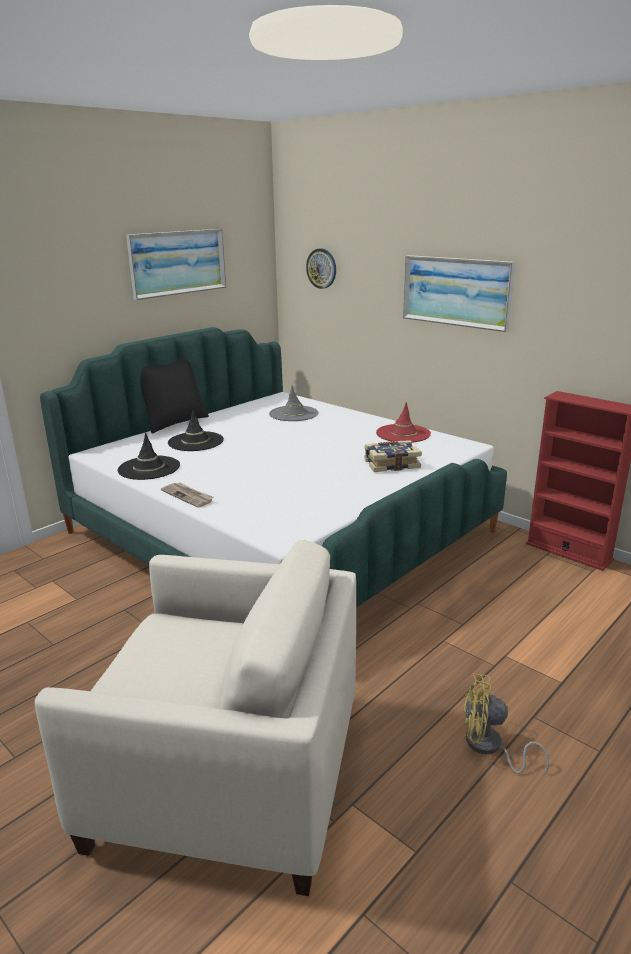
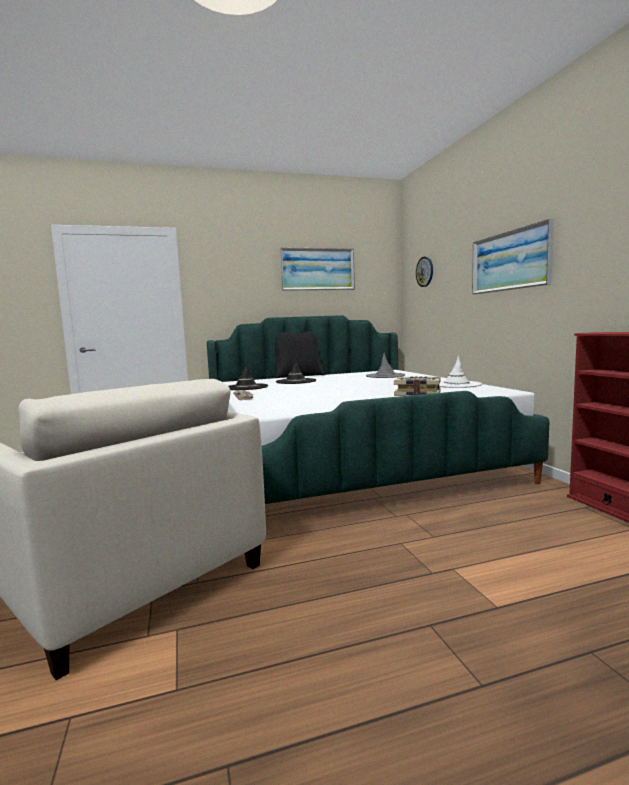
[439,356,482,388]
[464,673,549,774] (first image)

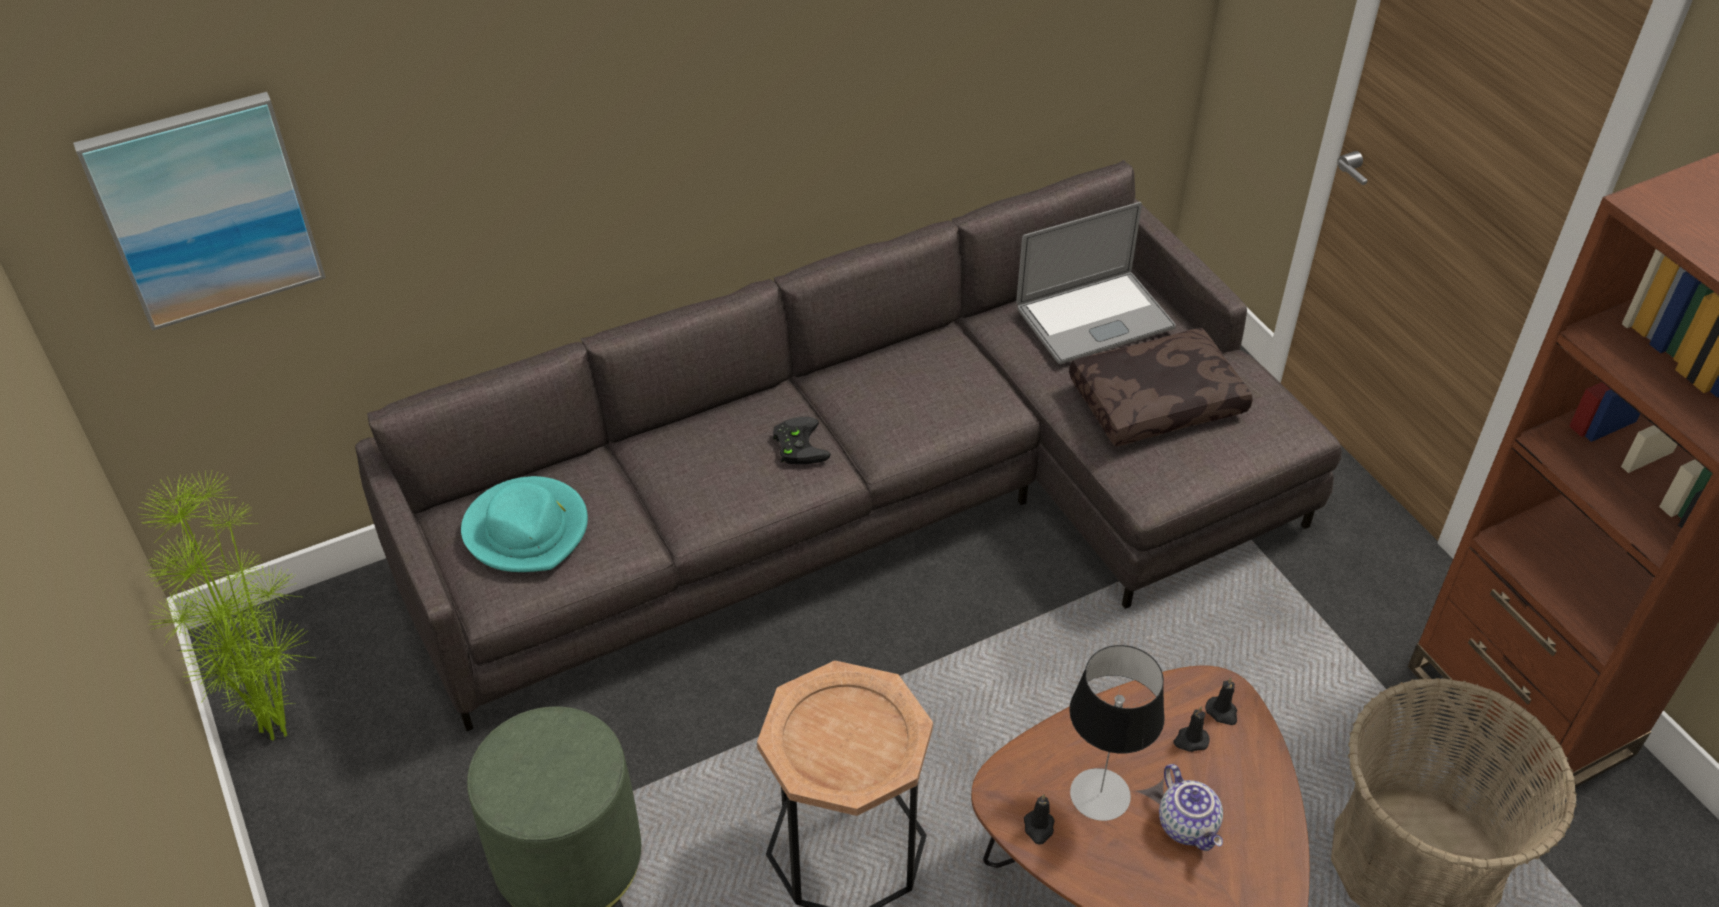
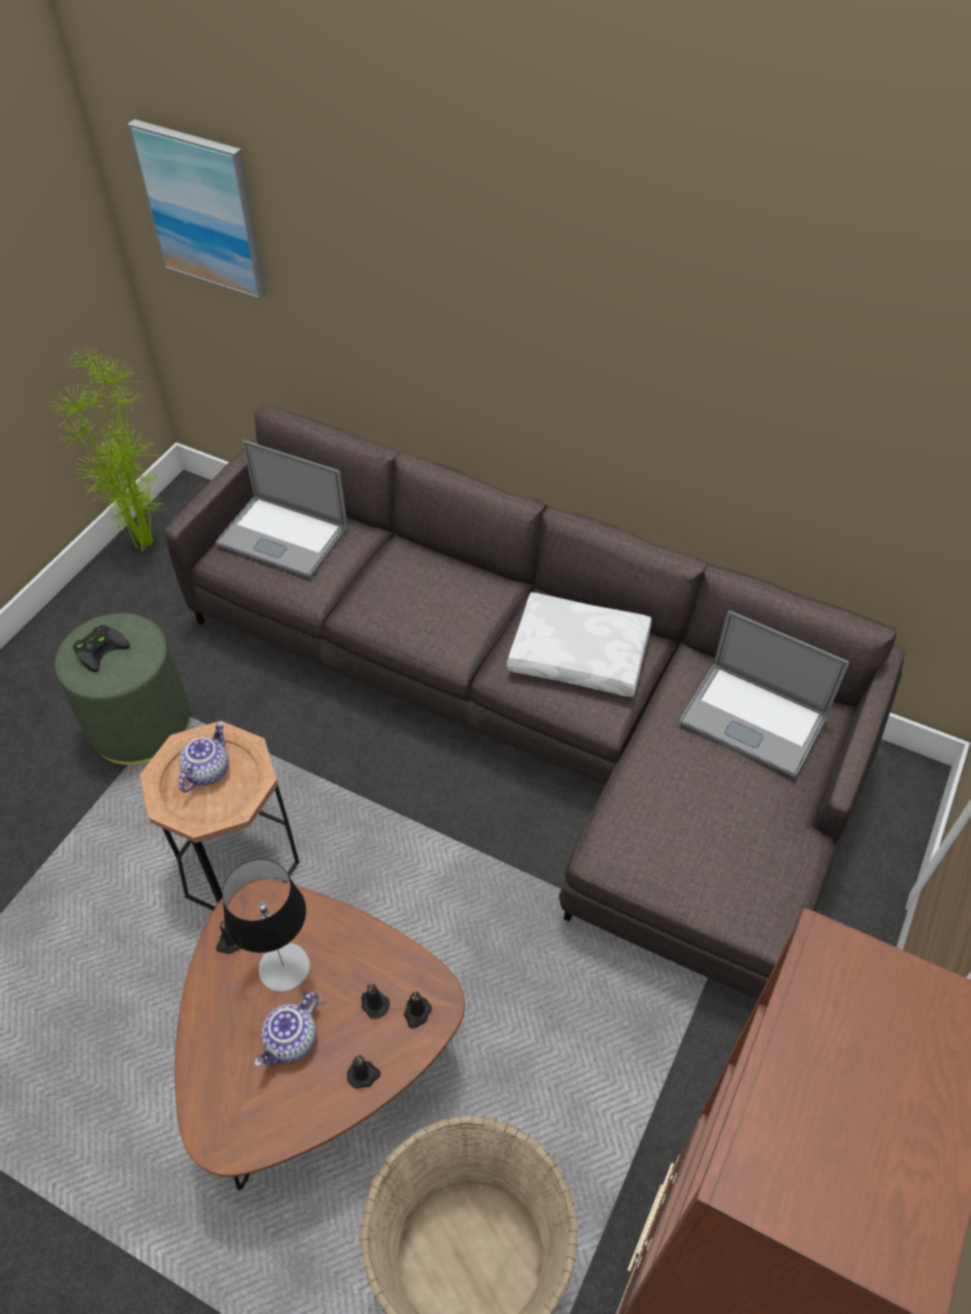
[215,440,347,578]
[73,625,130,672]
[1069,328,1253,446] (first image)
[179,722,229,792]
[347,1055,381,1089]
[507,592,652,697]

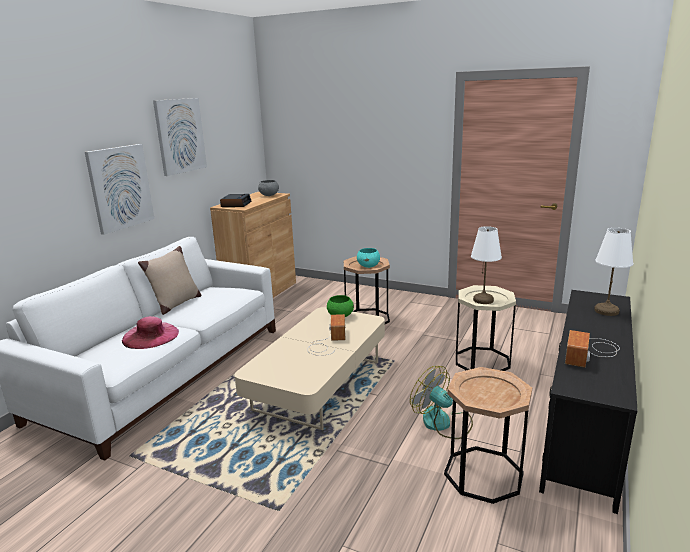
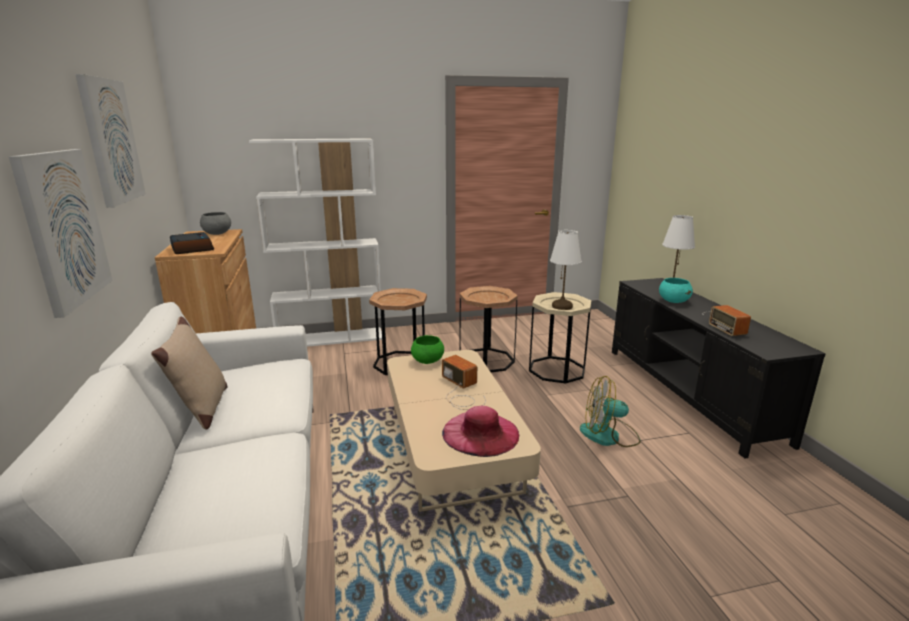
[442,406,519,457]
[659,278,693,303]
[459,286,518,372]
[249,138,382,347]

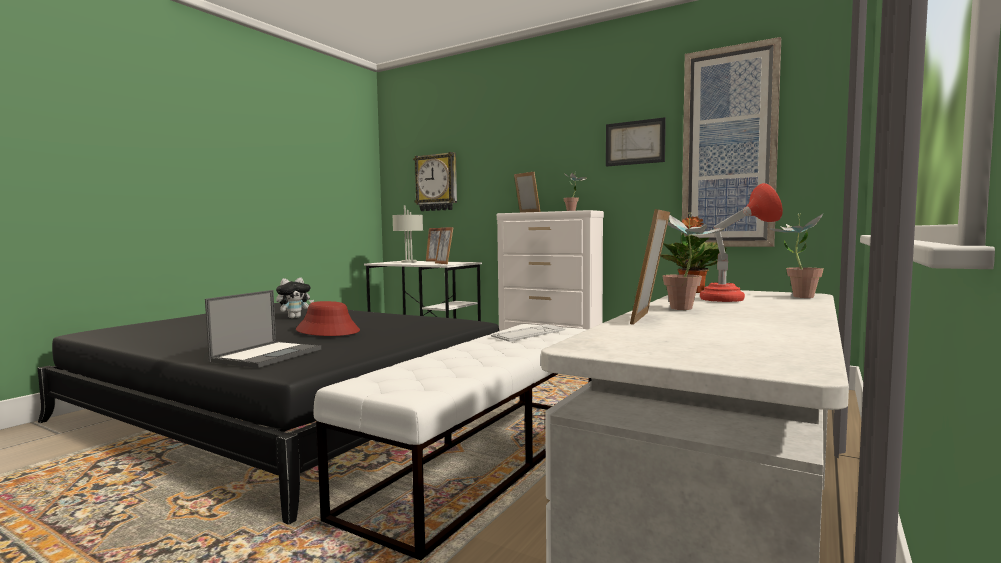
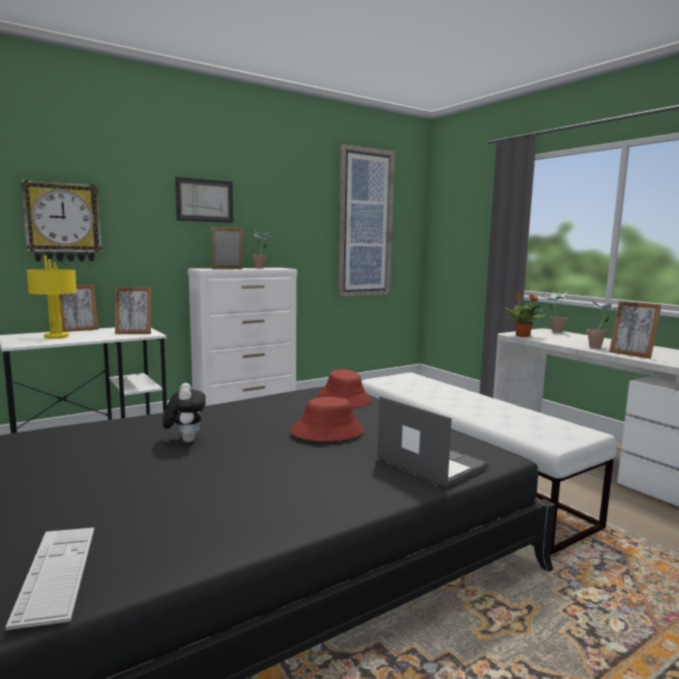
[26,256,77,339]
[6,528,94,630]
[175,177,233,223]
[700,183,783,302] (first image)
[319,369,371,408]

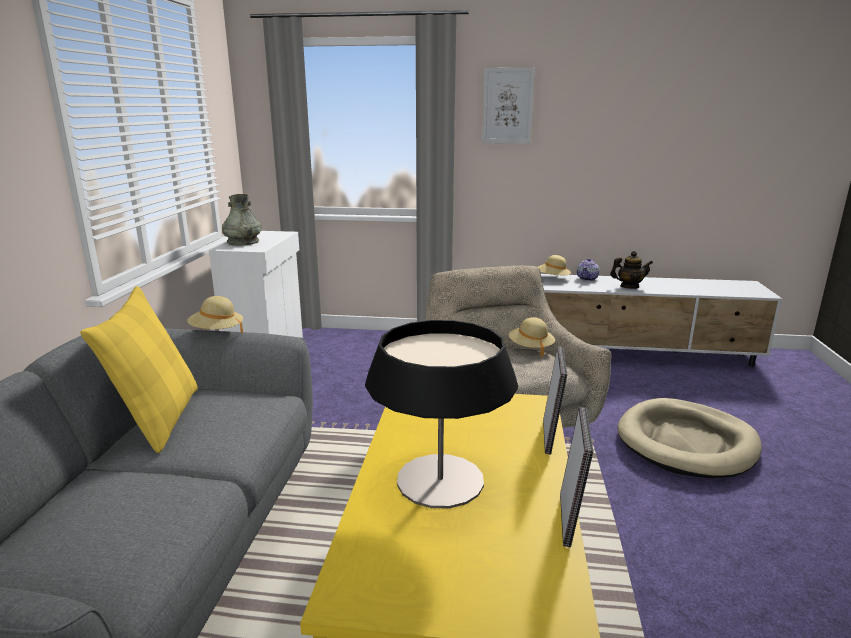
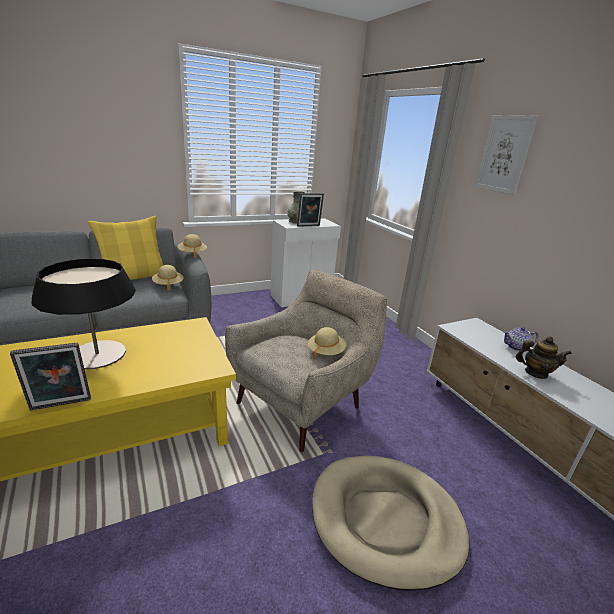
[152,265,184,291]
[297,193,324,227]
[516,337,572,379]

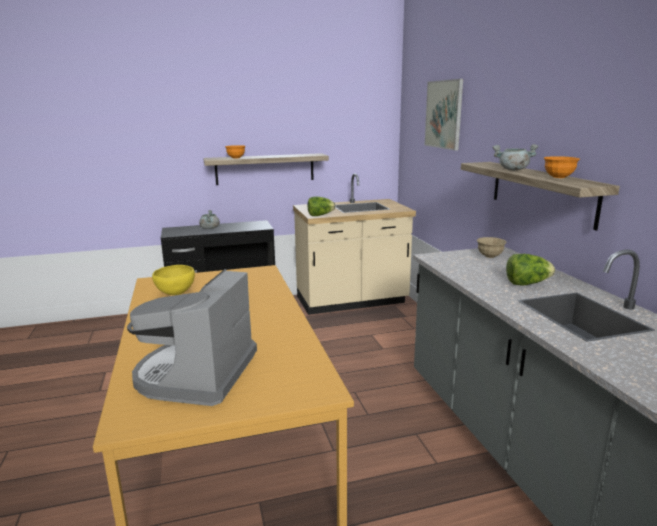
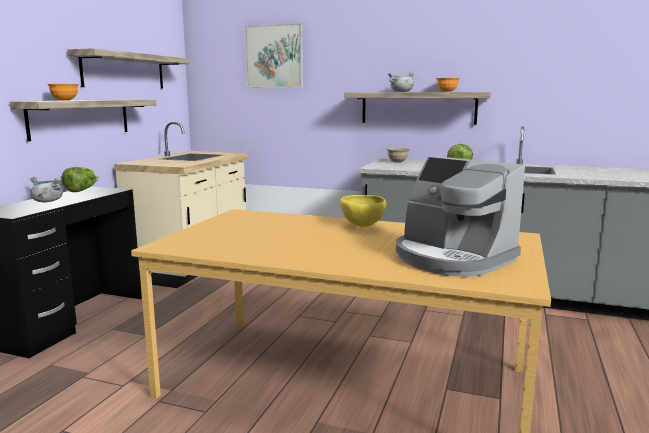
[340,195,386,227]
[62,167,98,192]
[67,48,190,88]

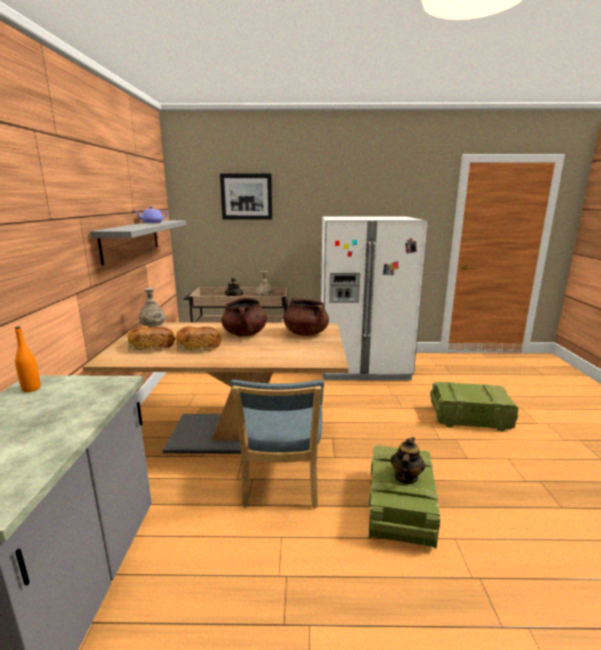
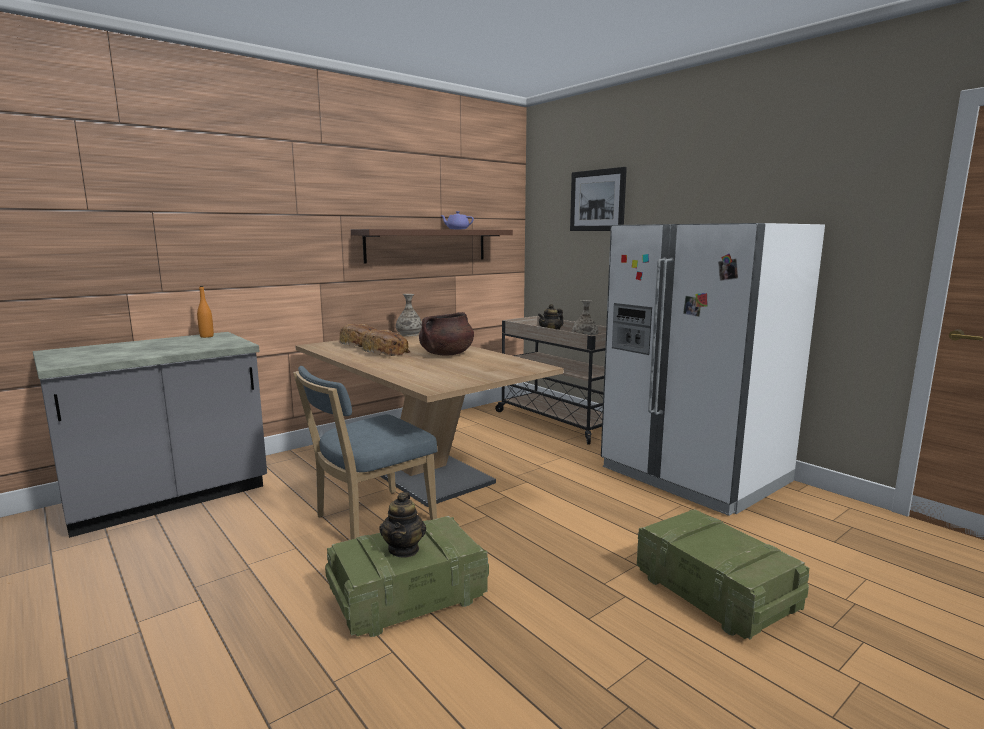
[351,229,513,264]
[283,297,329,336] (first image)
[379,492,426,558]

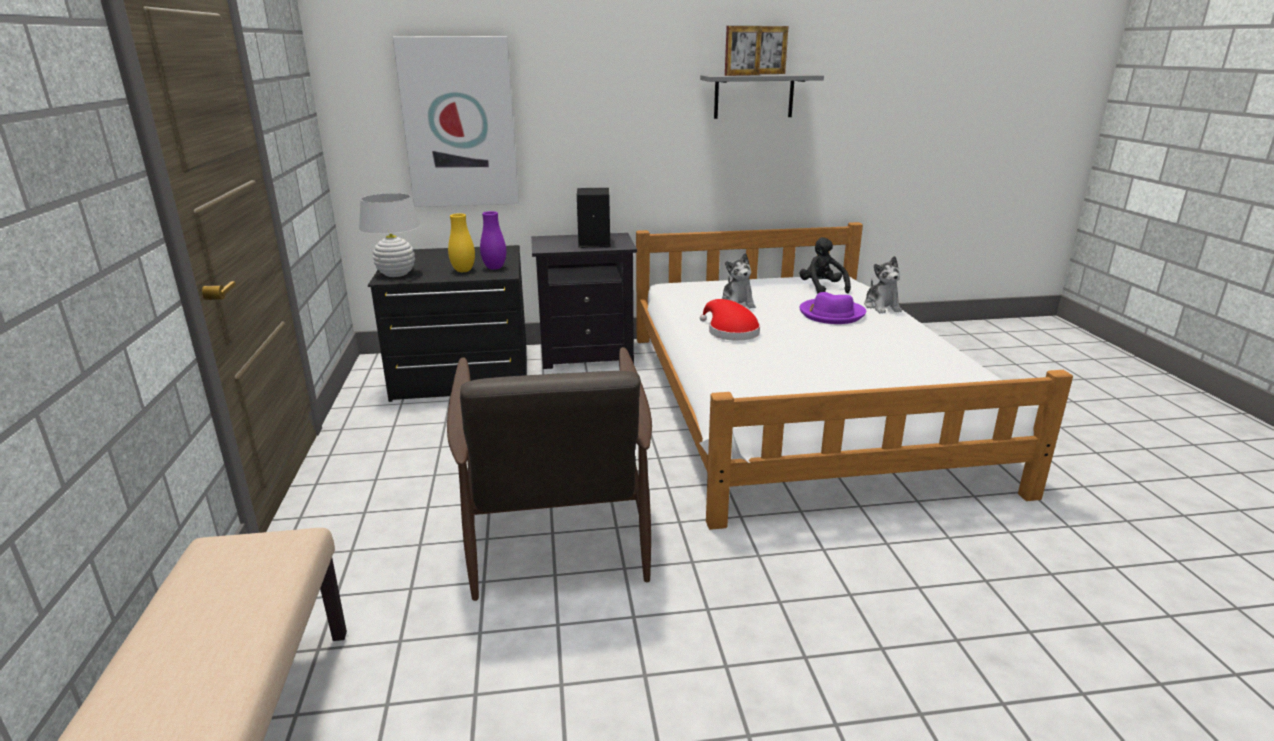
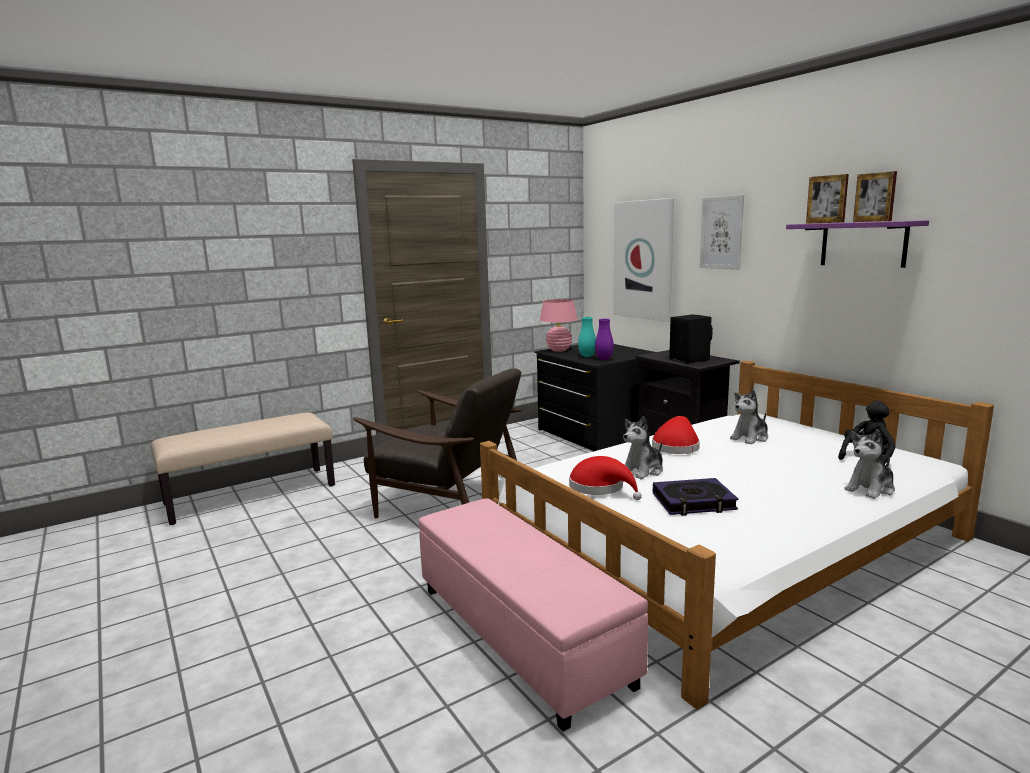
[540,299,578,352]
[353,368,522,518]
[578,317,596,357]
[786,220,929,268]
[800,292,866,324] (first image)
[418,498,648,732]
[569,456,642,500]
[623,416,663,479]
[653,478,738,516]
[700,195,744,269]

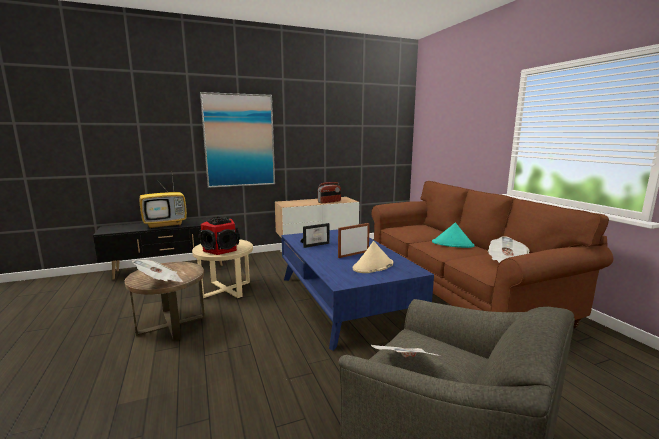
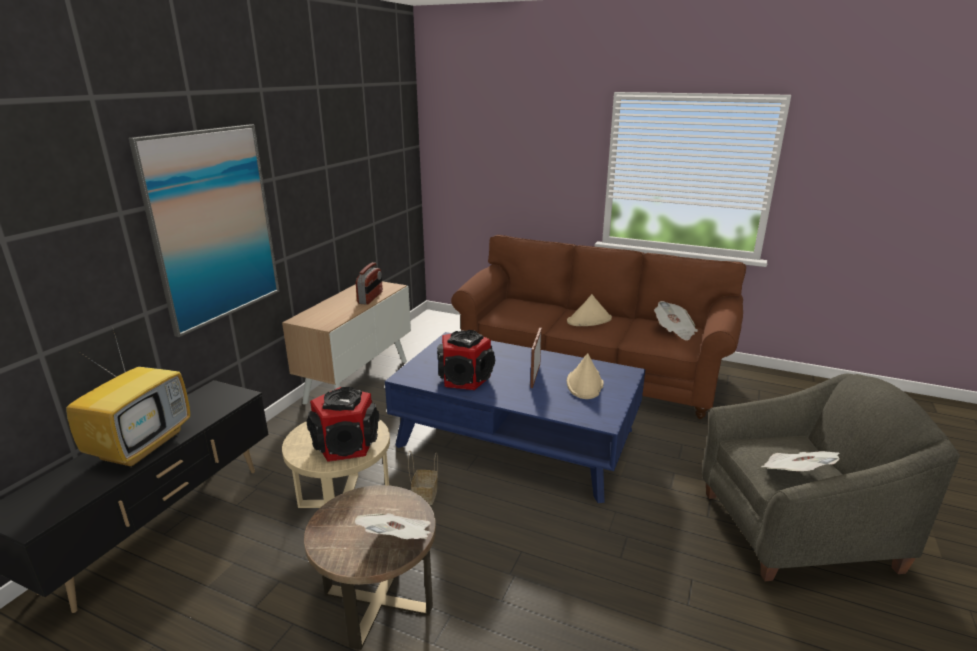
[437,330,495,390]
[567,294,612,326]
[408,451,438,505]

